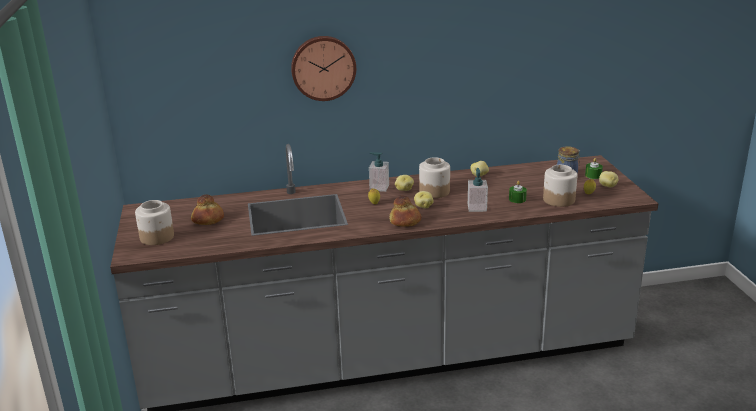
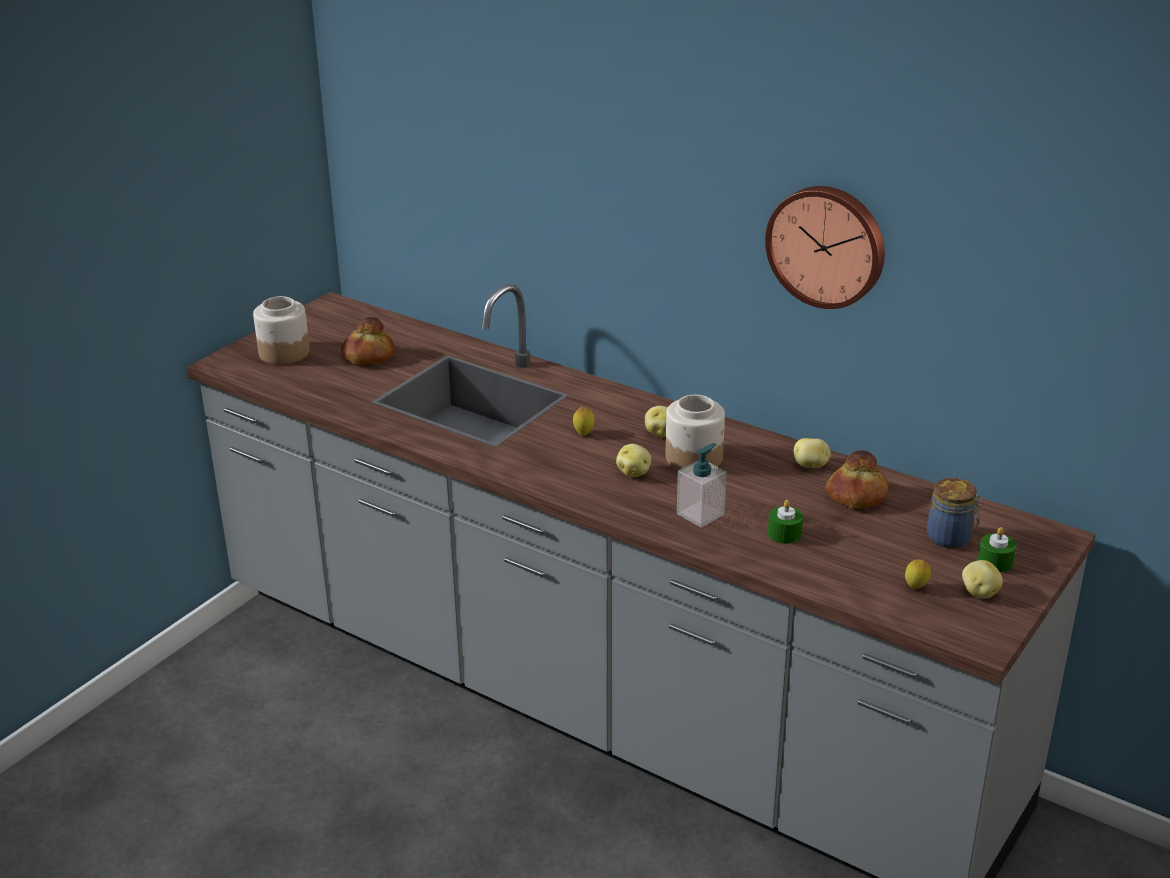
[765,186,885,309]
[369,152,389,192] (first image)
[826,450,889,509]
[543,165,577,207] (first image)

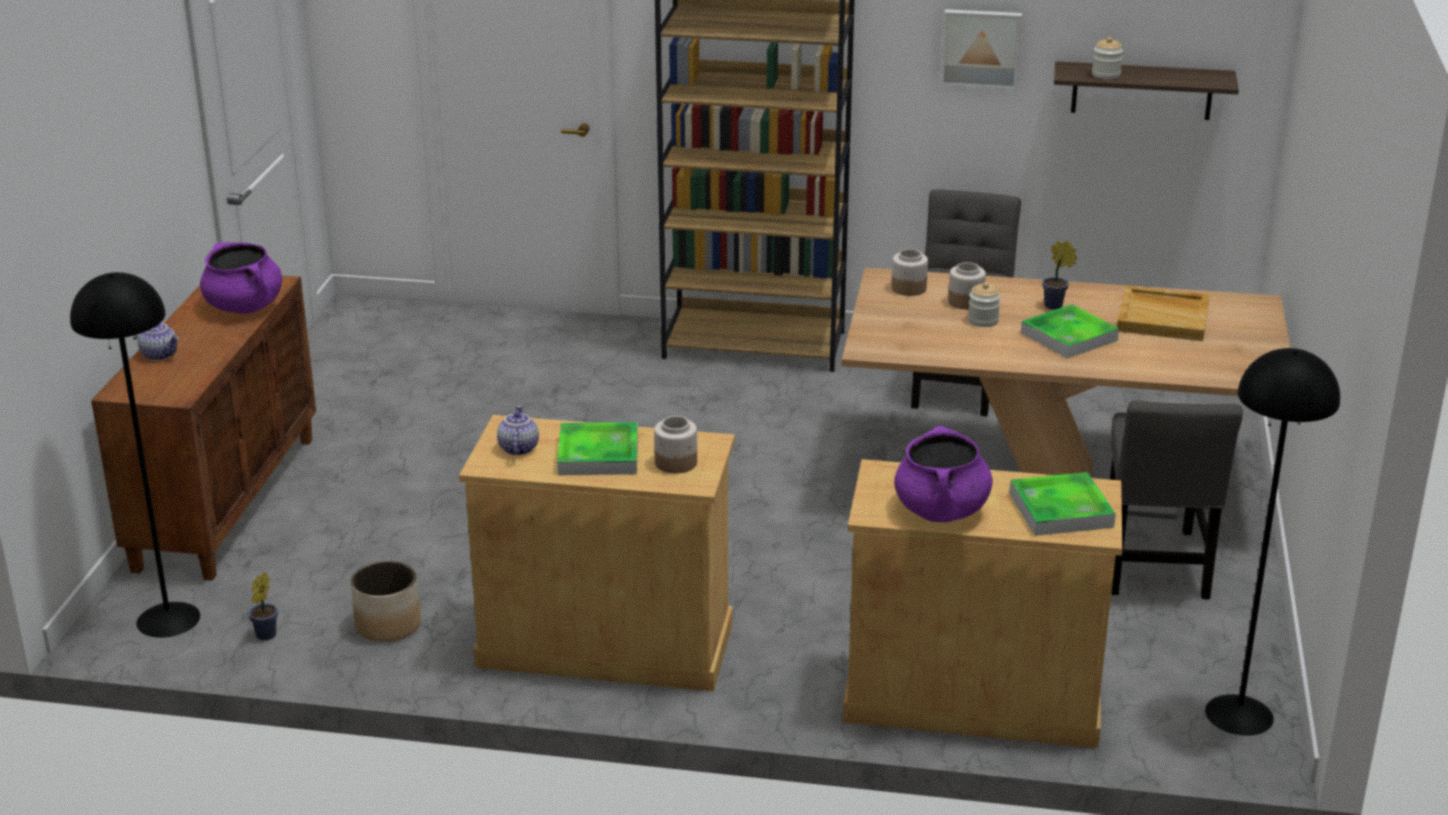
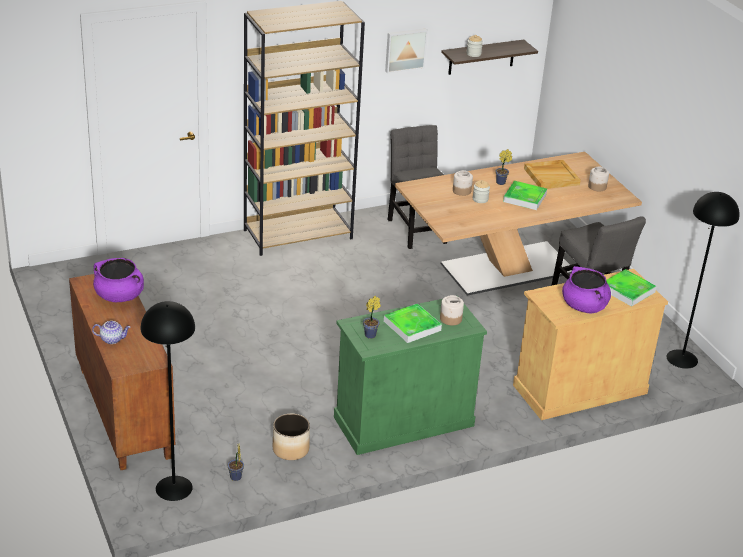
[334,299,487,455]
[363,296,381,339]
[588,166,609,191]

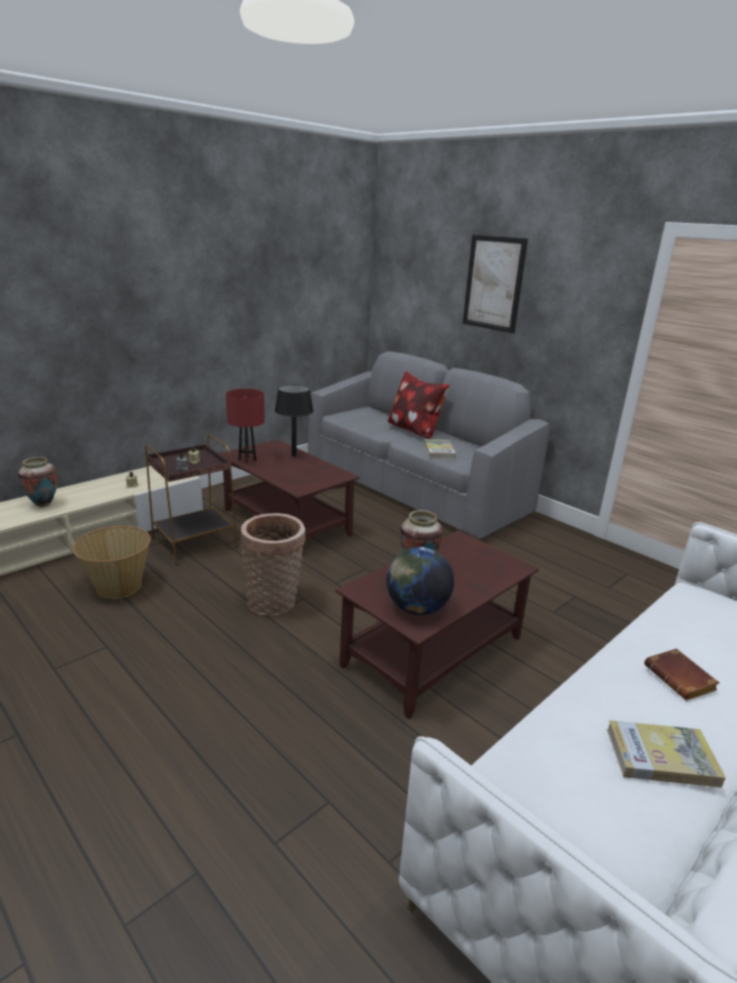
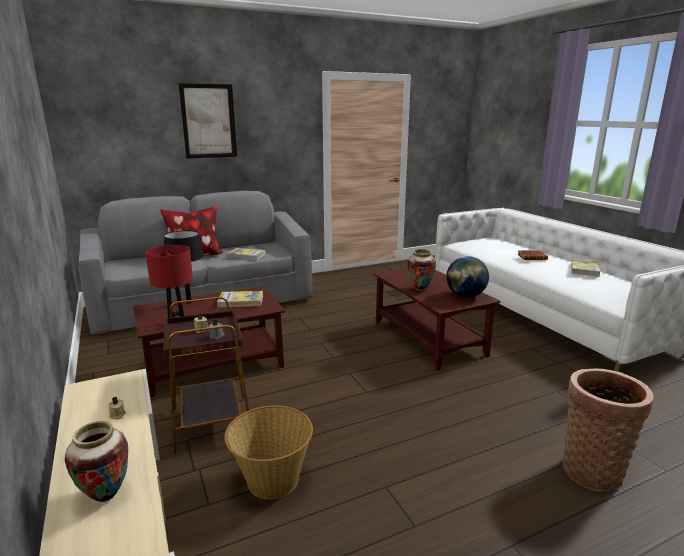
[563,369,654,492]
[217,291,263,308]

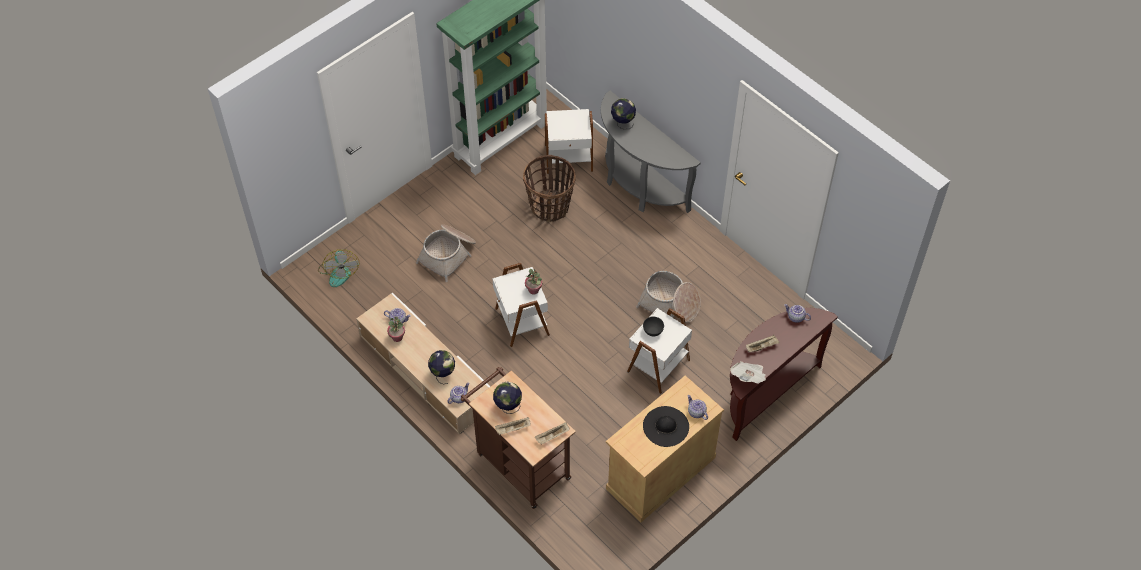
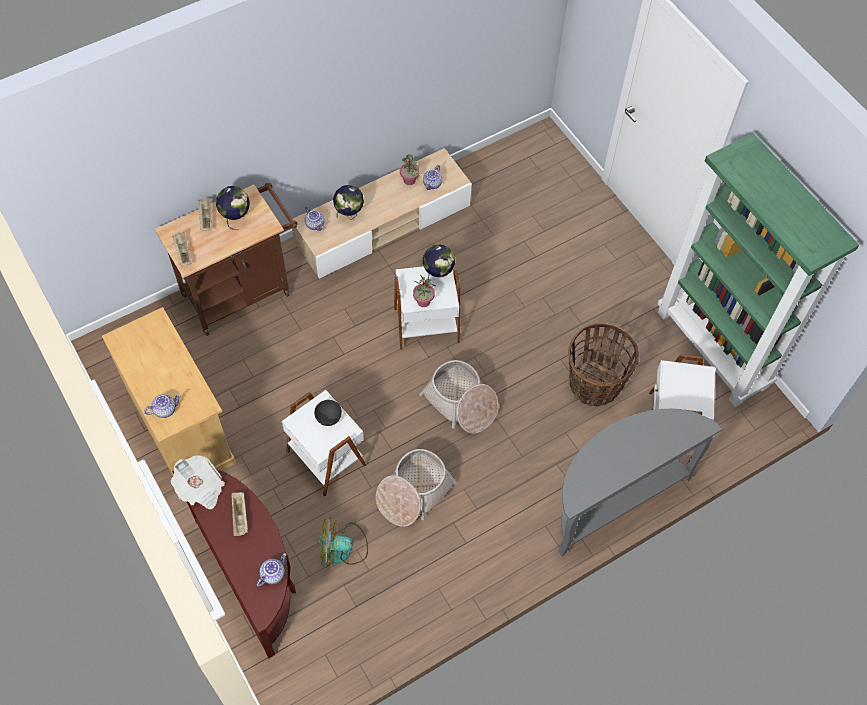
[318,517,368,568]
[419,360,499,434]
[423,245,455,286]
[643,406,689,447] (first image)

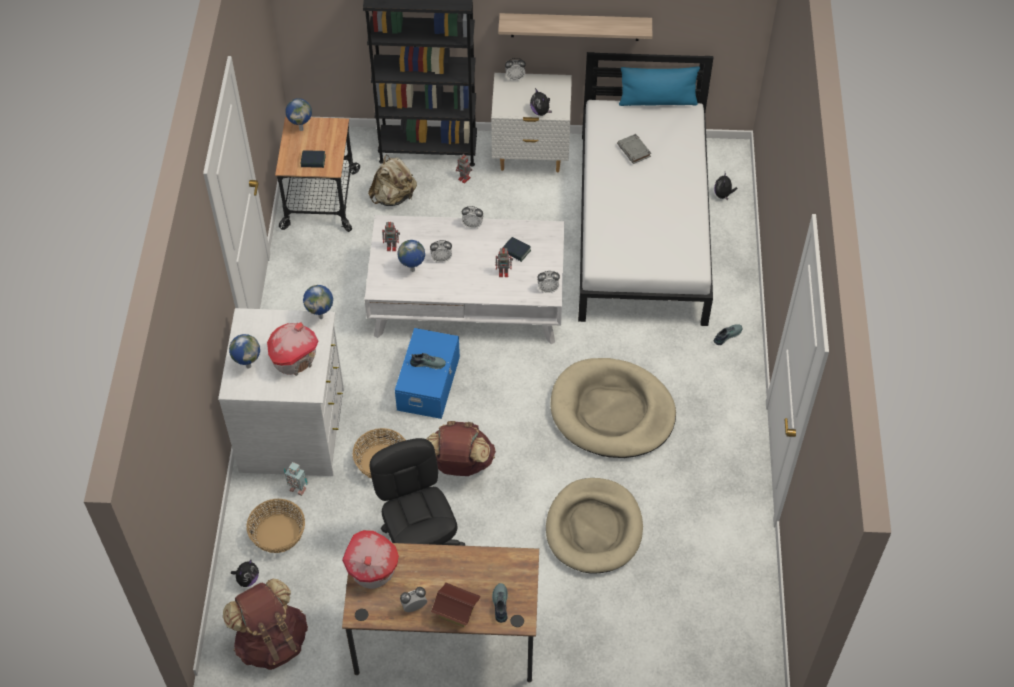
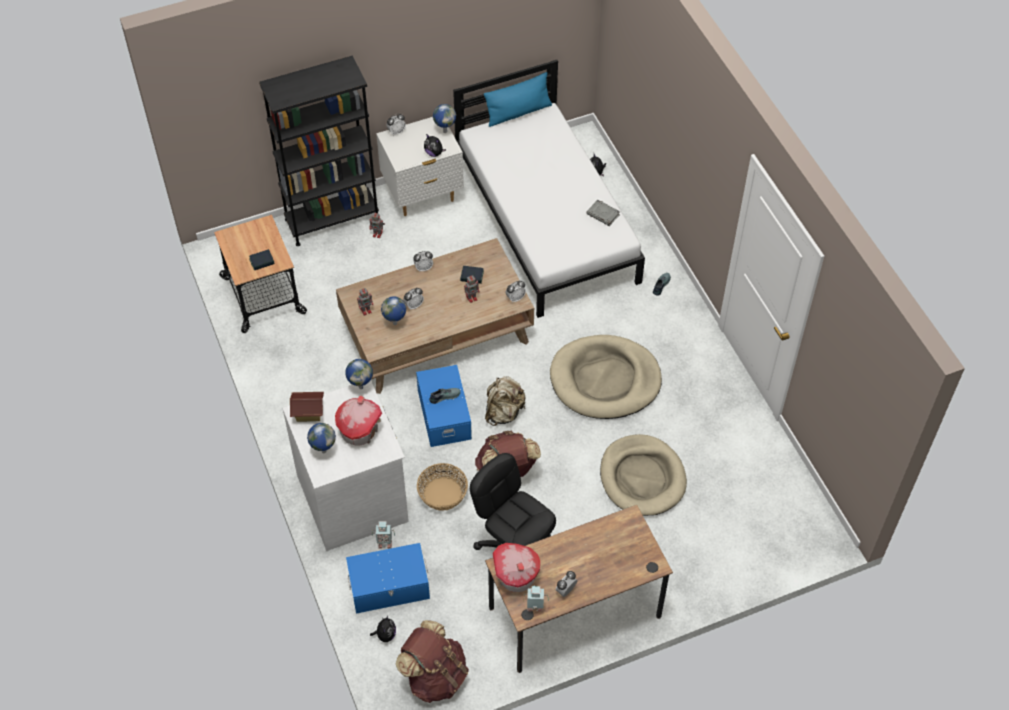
[346,543,430,614]
[433,104,456,133]
[336,238,534,394]
[485,376,525,426]
[290,392,324,422]
[492,583,508,623] (first image)
[498,13,652,41] (first image)
[586,200,620,226]
[523,585,549,612]

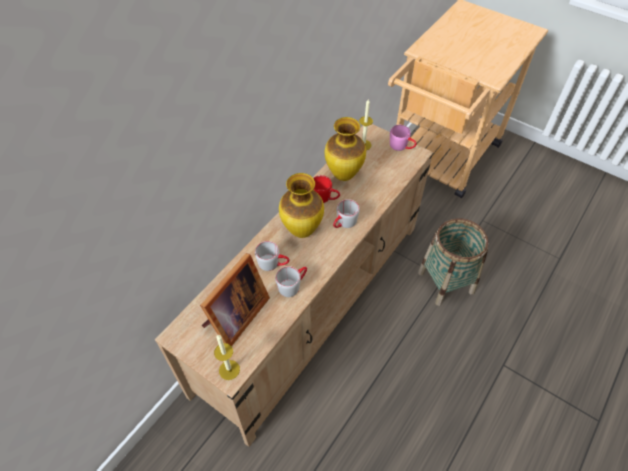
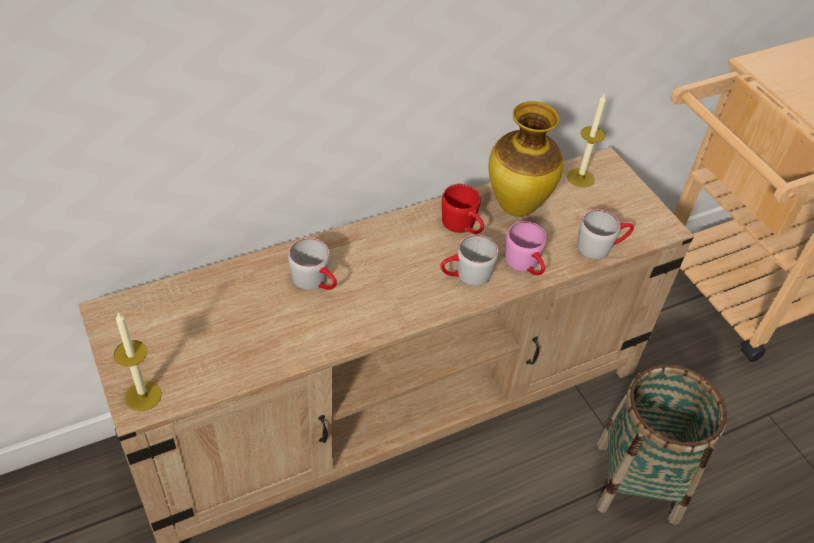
[200,253,270,346] (first image)
[577,210,634,259]
[279,173,324,238] (first image)
[505,221,547,276]

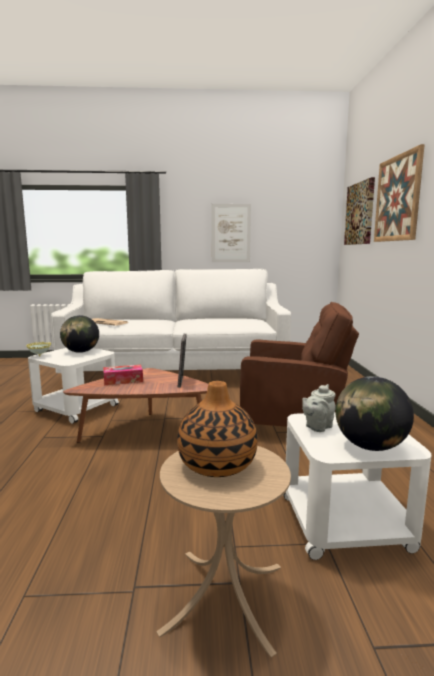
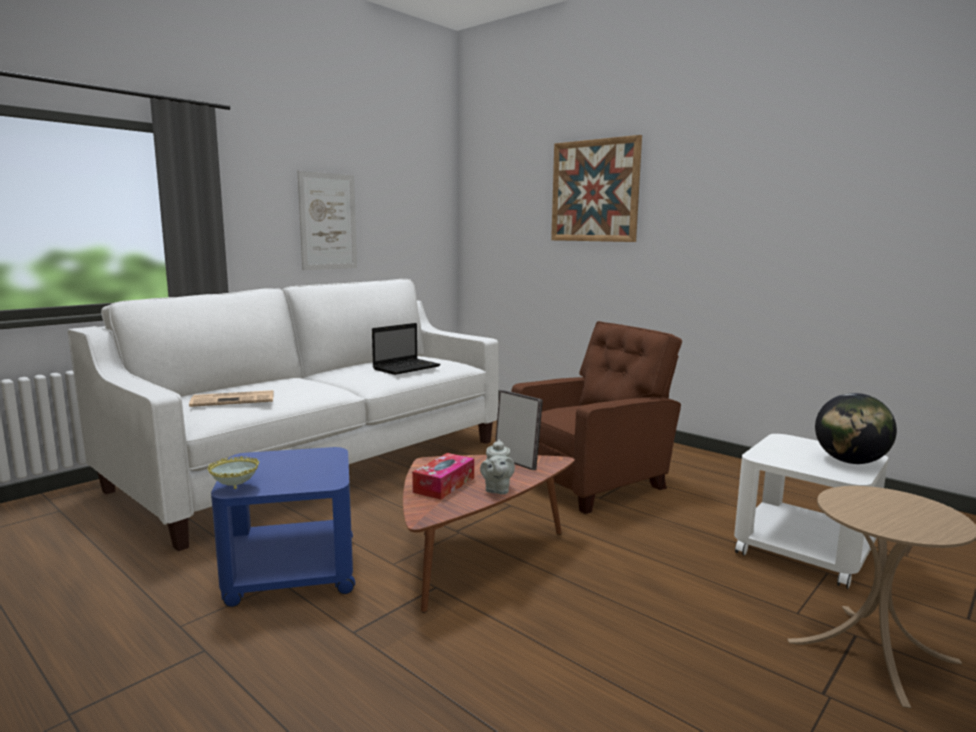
[211,447,355,607]
[60,315,99,353] (first image)
[177,381,258,477] (first image)
[480,439,515,495]
[344,177,375,245] (first image)
[372,323,441,375]

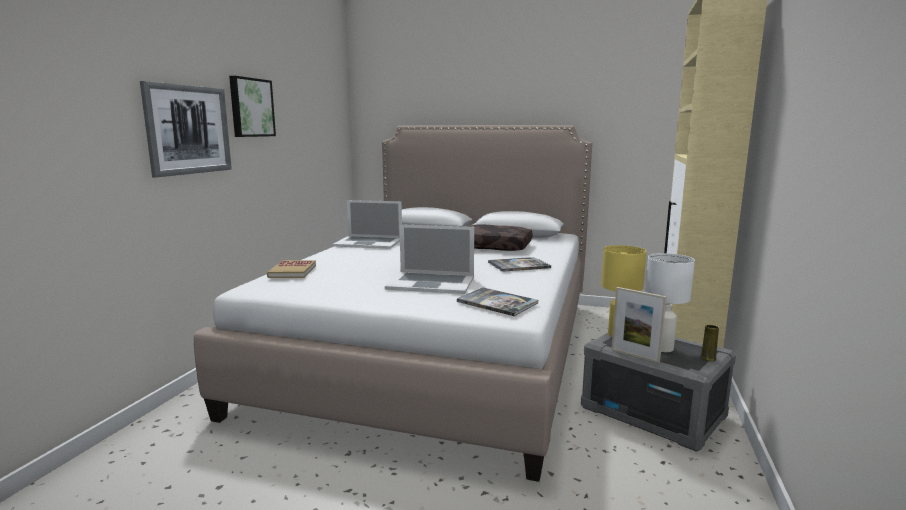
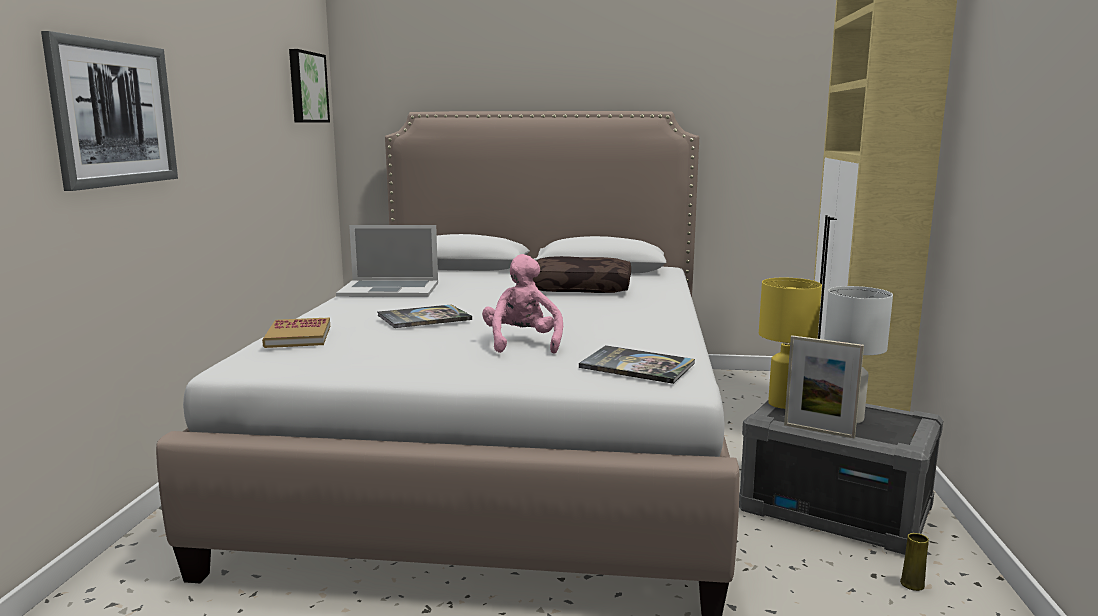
[289,49,330,123]
[482,254,563,354]
[378,305,472,328]
[900,533,929,591]

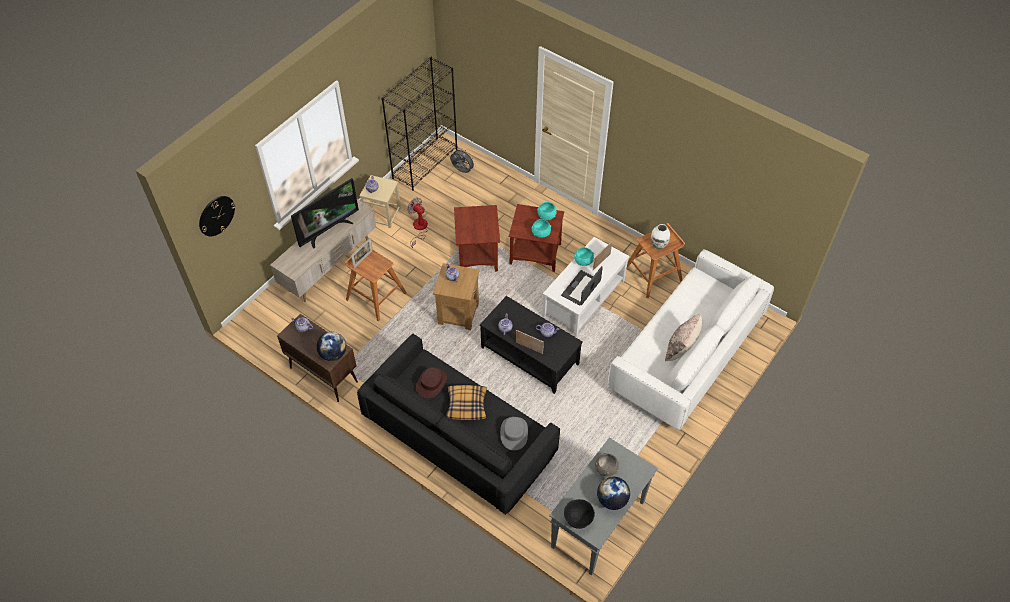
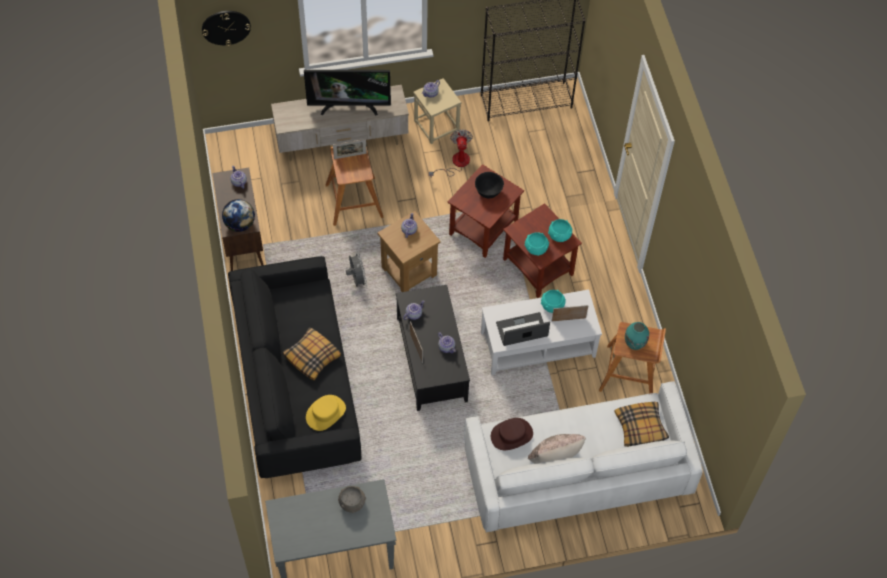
[491,418,533,450]
[346,251,367,288]
[306,395,346,431]
[475,172,504,198]
[597,477,630,510] (first image)
[625,322,649,350]
[614,402,669,447]

